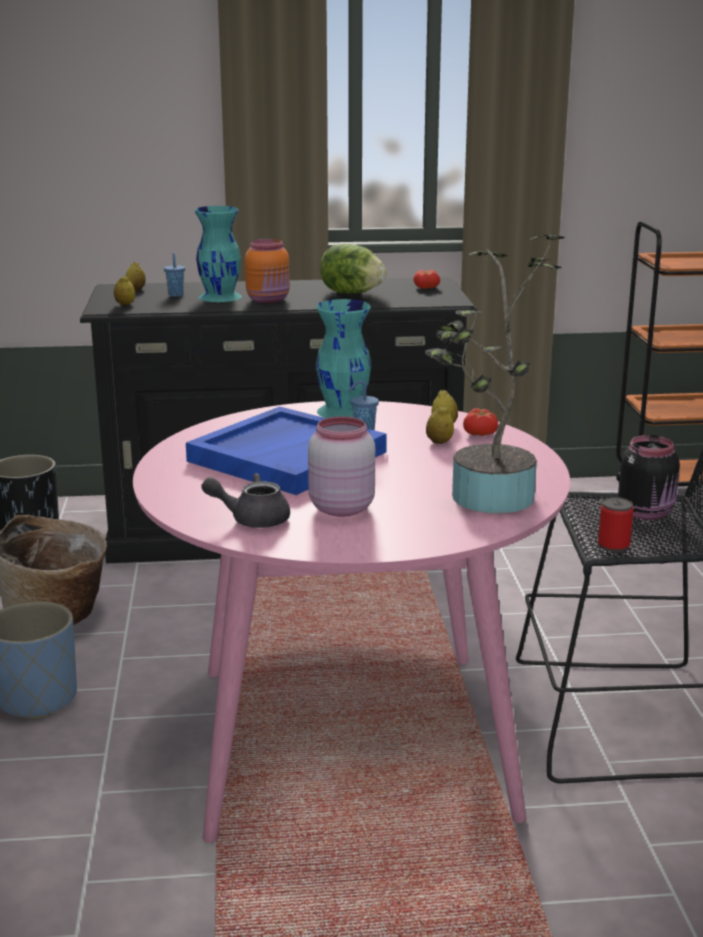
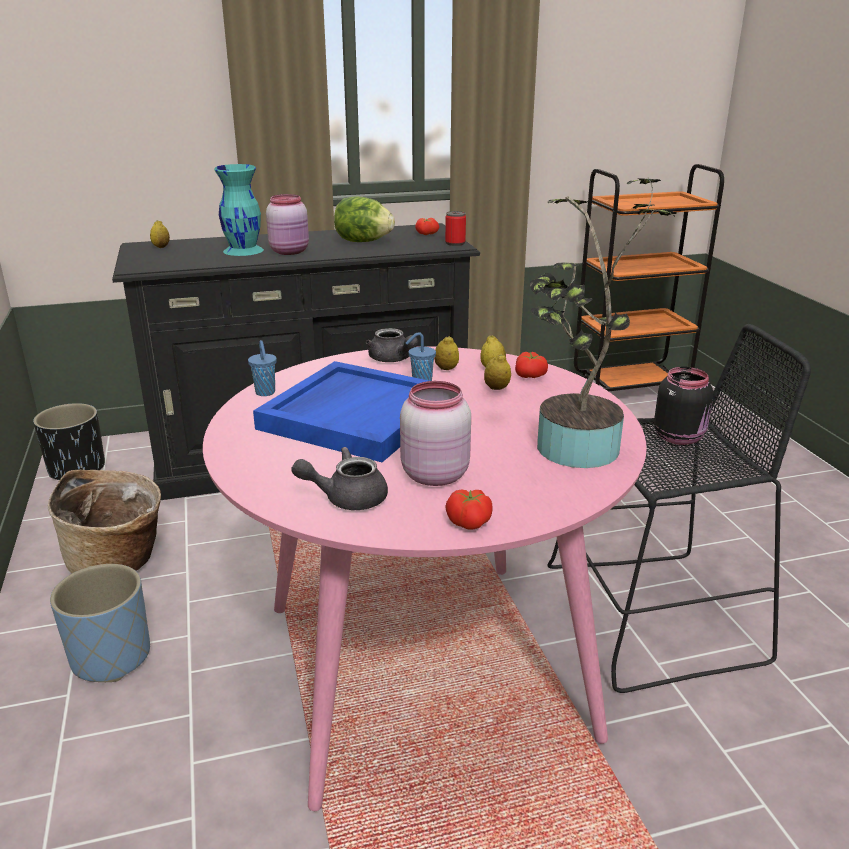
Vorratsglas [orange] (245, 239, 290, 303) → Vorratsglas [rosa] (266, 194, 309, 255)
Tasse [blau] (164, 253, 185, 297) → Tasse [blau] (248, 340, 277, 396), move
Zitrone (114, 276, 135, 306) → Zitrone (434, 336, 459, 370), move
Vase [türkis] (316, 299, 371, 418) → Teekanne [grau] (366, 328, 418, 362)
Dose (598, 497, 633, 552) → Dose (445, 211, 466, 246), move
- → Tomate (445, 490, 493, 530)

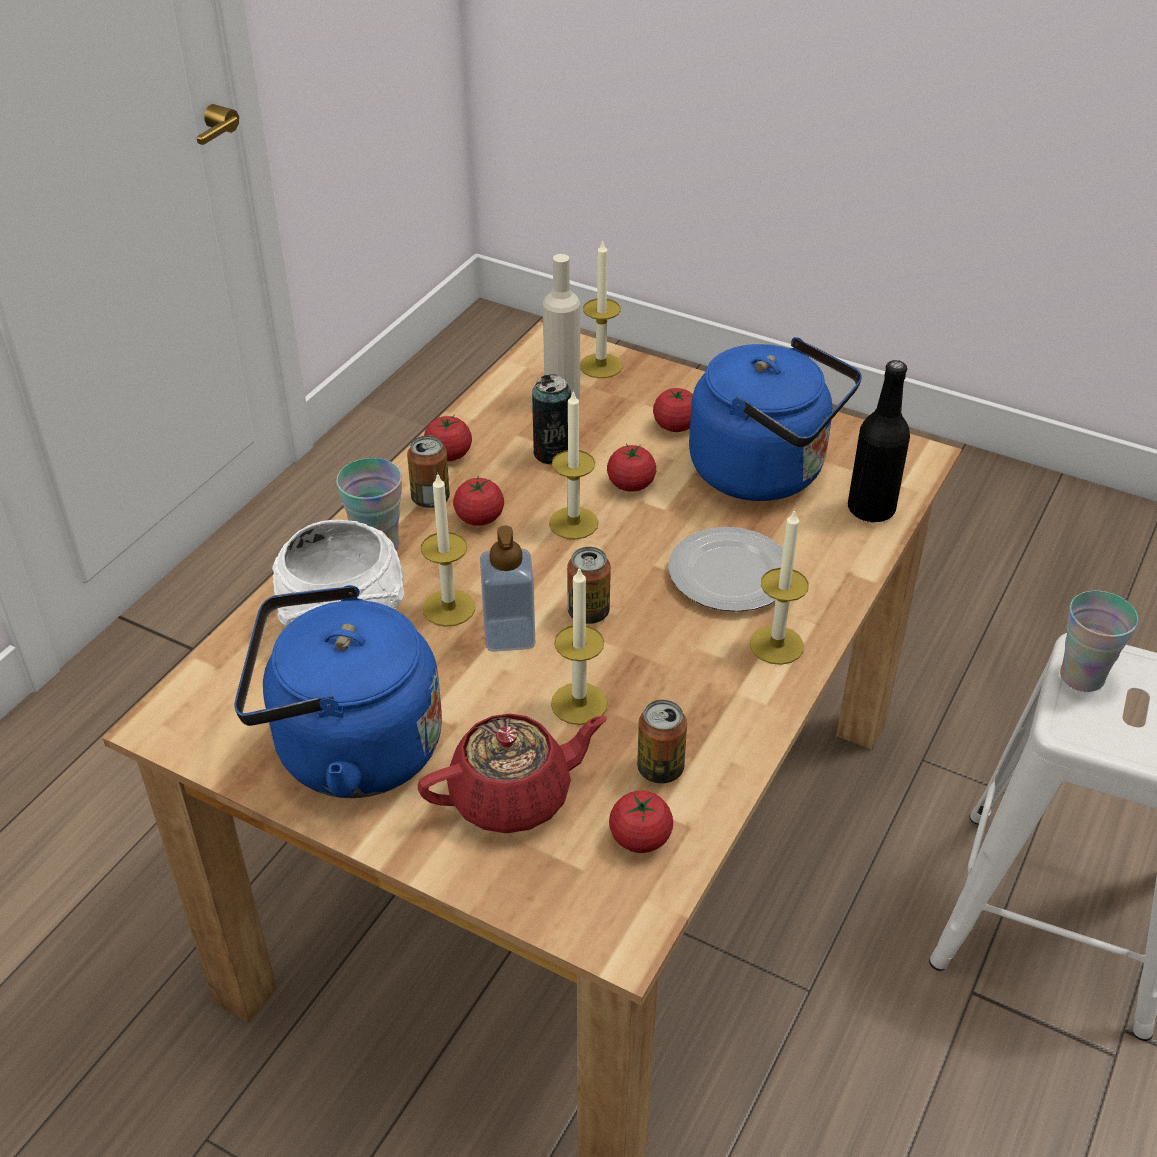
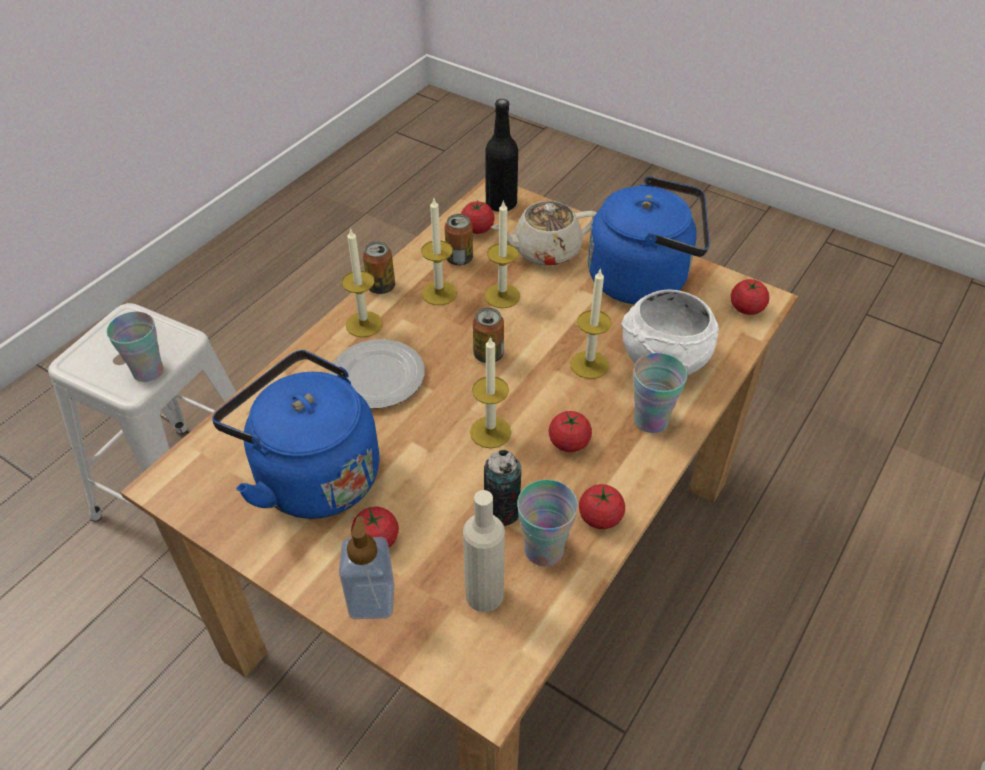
Kerze (580, 239, 623, 378) → Kerze (421, 199, 457, 305), move
Flasche [schwarz] (848, 360, 910, 523) → Flasche [schwarz] (485, 99, 518, 212), move
Dose (407, 436, 450, 508) → Dose (363, 241, 395, 294), move
Tomate (607, 444, 656, 492) → Tomate (731, 279, 769, 315), move
Seifenspender (480, 525, 535, 652) → Seifenspender (339, 516, 394, 619), move
Teekanne [rot] (418, 713, 607, 833) → Teekanne [beige] (491, 201, 596, 266)
- → Tasse (517, 480, 578, 566)

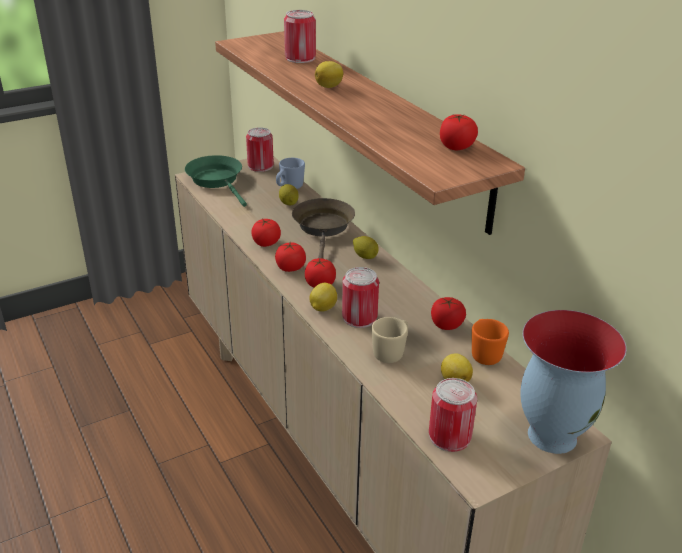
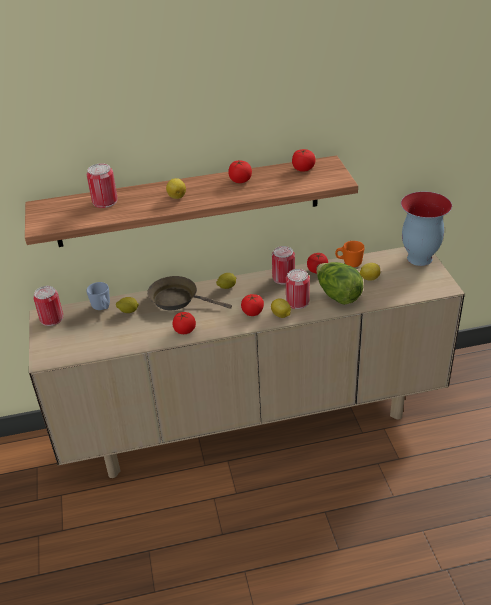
Pfanne [grün] (185, 155, 247, 207) → -
Tomate (275, 243, 306, 272) → Tomate (228, 160, 252, 183), move
Henkelbecher [beige] (371, 317, 408, 363) → Salatkopf (316, 262, 364, 305)
Dose (429, 378, 477, 452) → Dose (272, 246, 295, 285), move

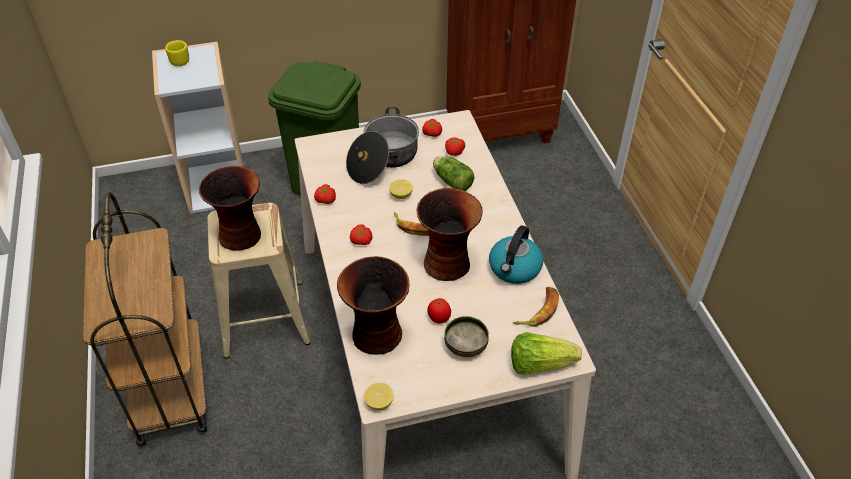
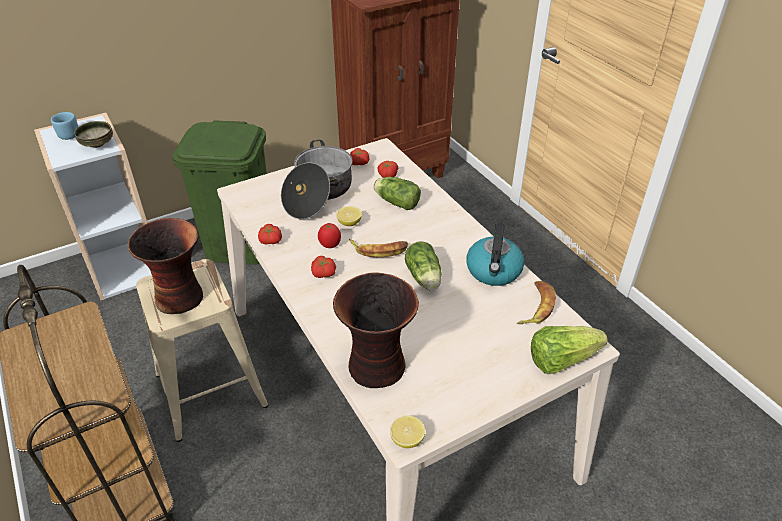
Henkelbecher [gelb] (165, 40, 189, 66) → Henkelbecher [blau] (51, 112, 78, 140)
Vase (417, 188, 483, 281) → Salatkopf (405, 241, 442, 291)
Tomate (427, 298, 451, 323) → Tomate (318, 223, 341, 248), move
Schüssel (444, 316, 489, 357) → Schüssel (74, 121, 113, 148), move

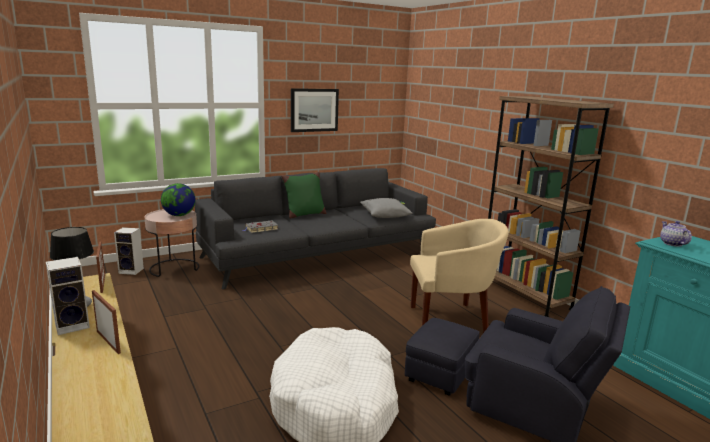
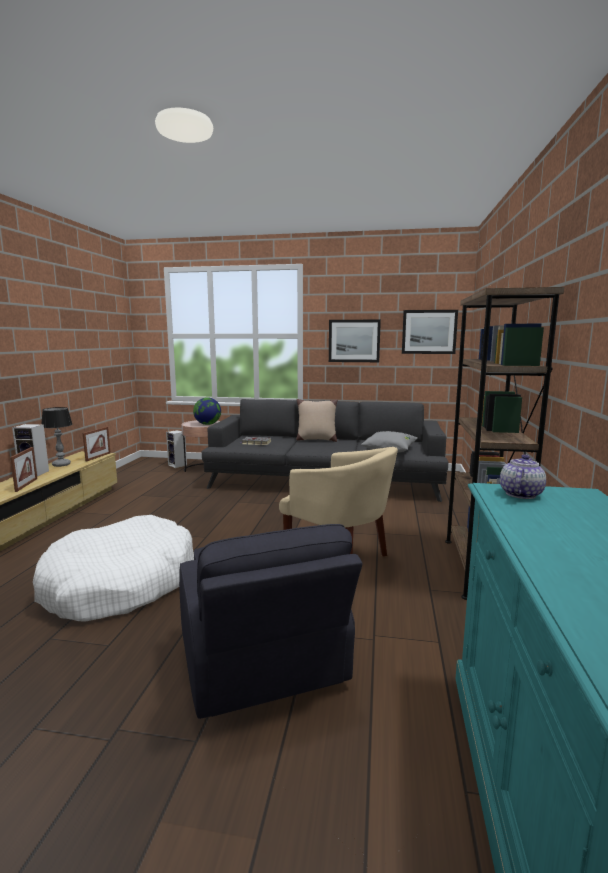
Kissen [grün] (281, 172, 326, 219) → Kissen [beige] (296, 399, 338, 442)
- → Bild (402, 310, 458, 354)

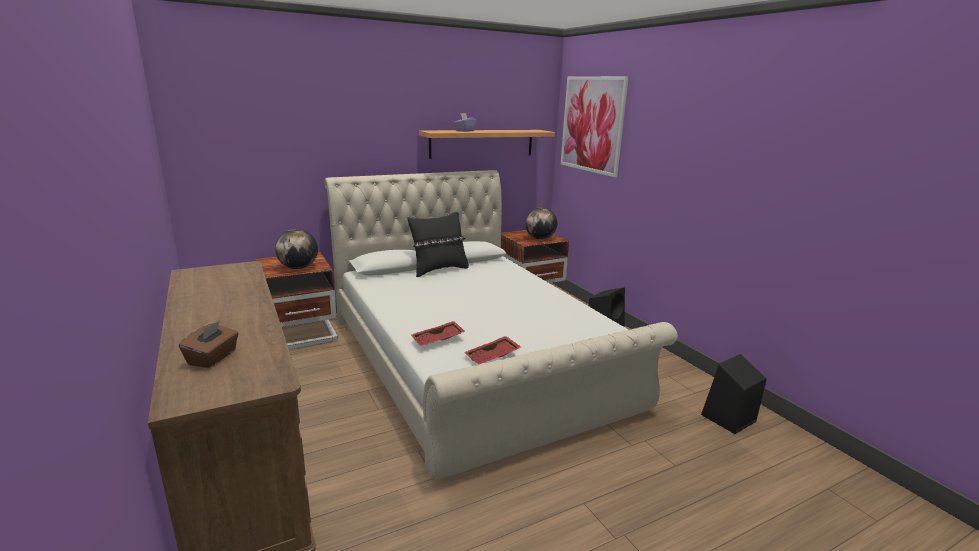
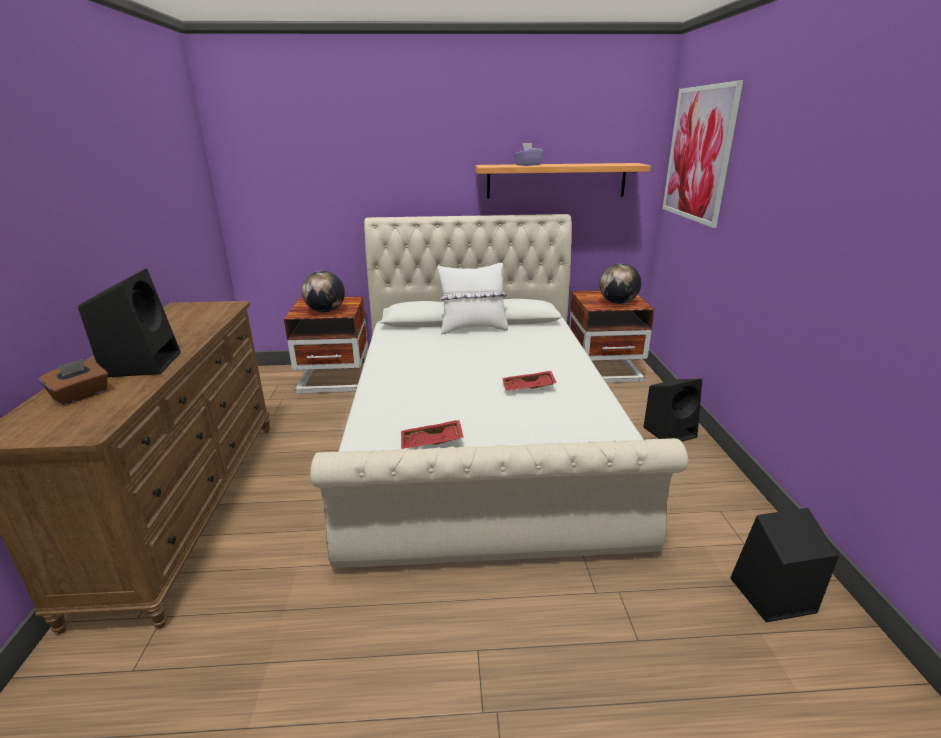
Kissen [schwarz] (408, 212, 469, 277) → Kissen [weiß] (438, 263, 508, 335)
Tablett [rot] (411, 321, 465, 346) → Tablett [rot] (502, 371, 557, 390), move
- → Lautsprecher [schwarz] (78, 268, 181, 377)

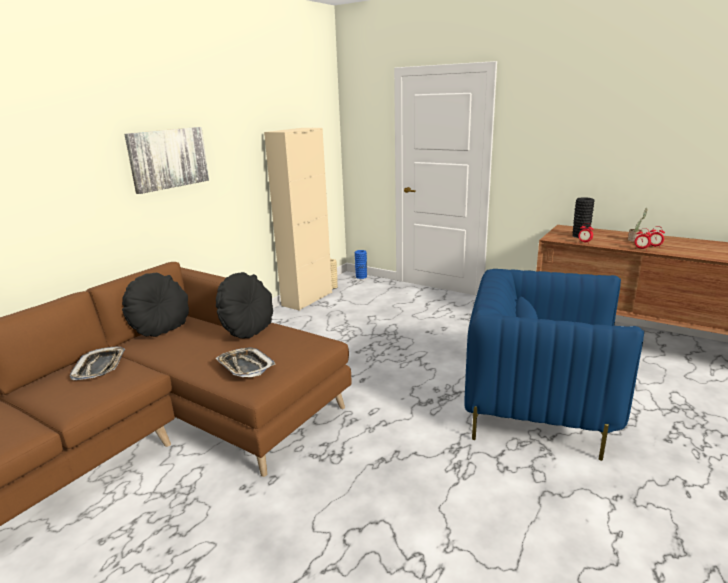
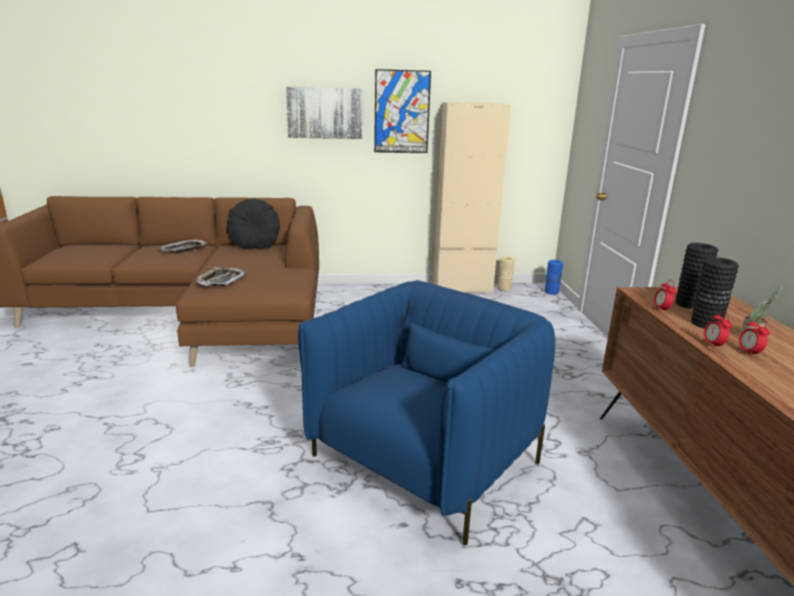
Sessel [blau] (464, 269, 644, 461) → Sessel [blau] (298, 280, 555, 545), 60 degrees clockwise
Kissen [schwarz] (216, 272, 273, 339) → -
- → Bild (374, 69, 431, 153)
- → Vase [schwarz] (691, 257, 739, 329)

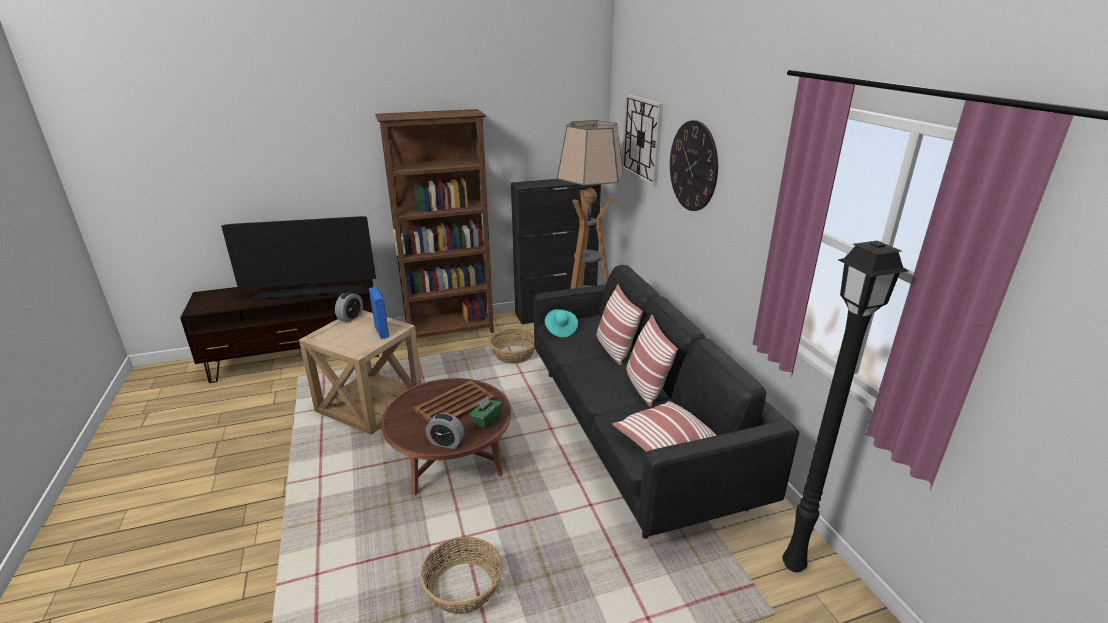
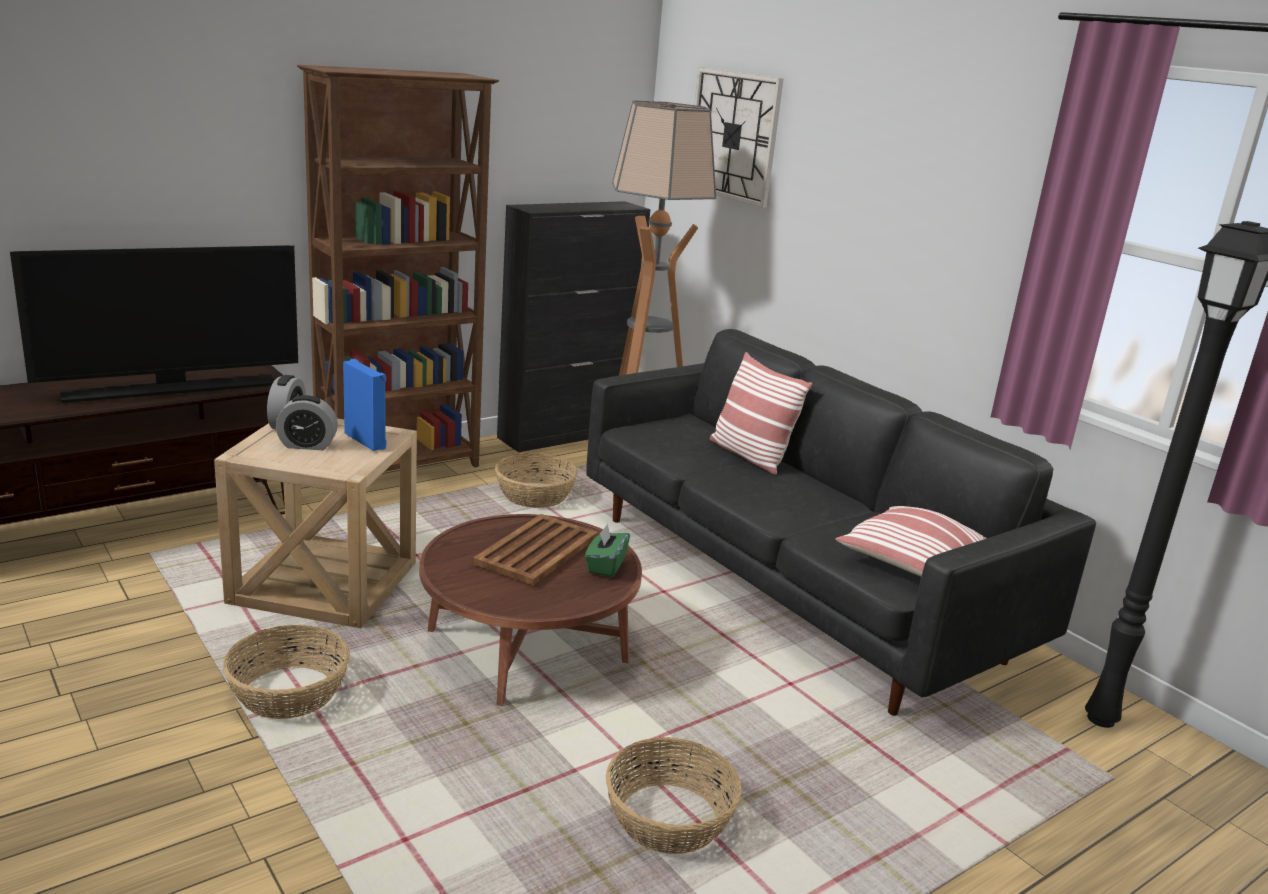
Wanduhr (670, 120, 718, 211) → -
Hut [türkis] (545, 309, 578, 338) → -
Kissen (626, 315, 678, 407) → -
Wecker (426, 413, 465, 449) → Wecker (276, 395, 338, 450), move
- → Korb (223, 625, 350, 719)

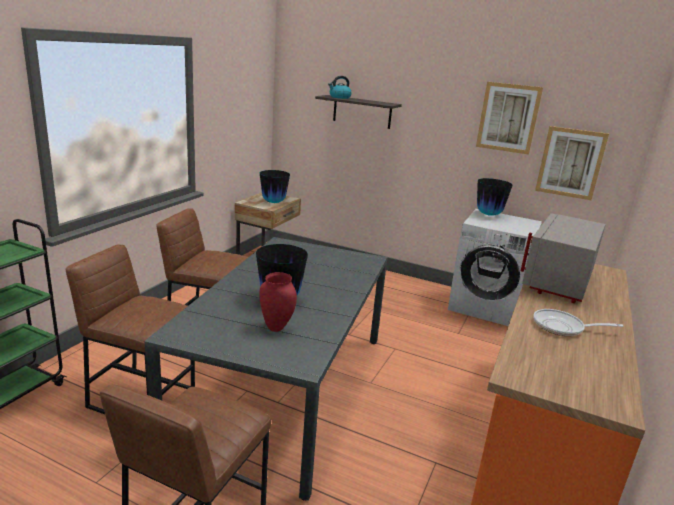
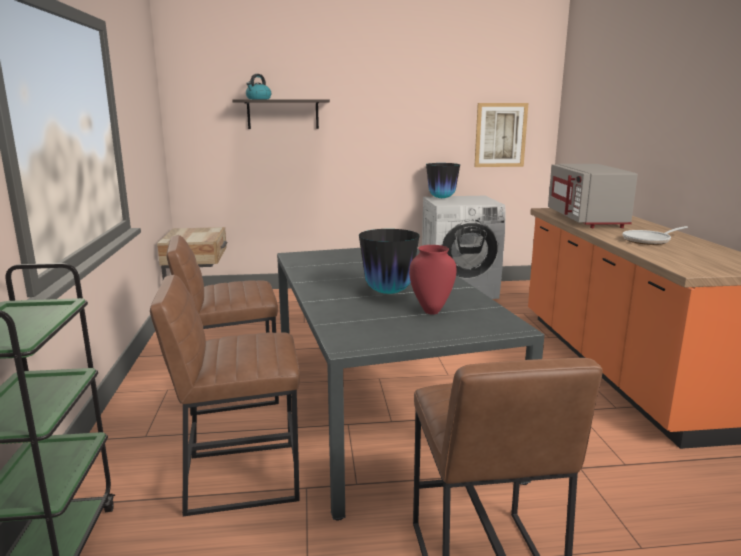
Bild (476, 82, 543, 155) → -
Vase (260, 170, 290, 203) → -

